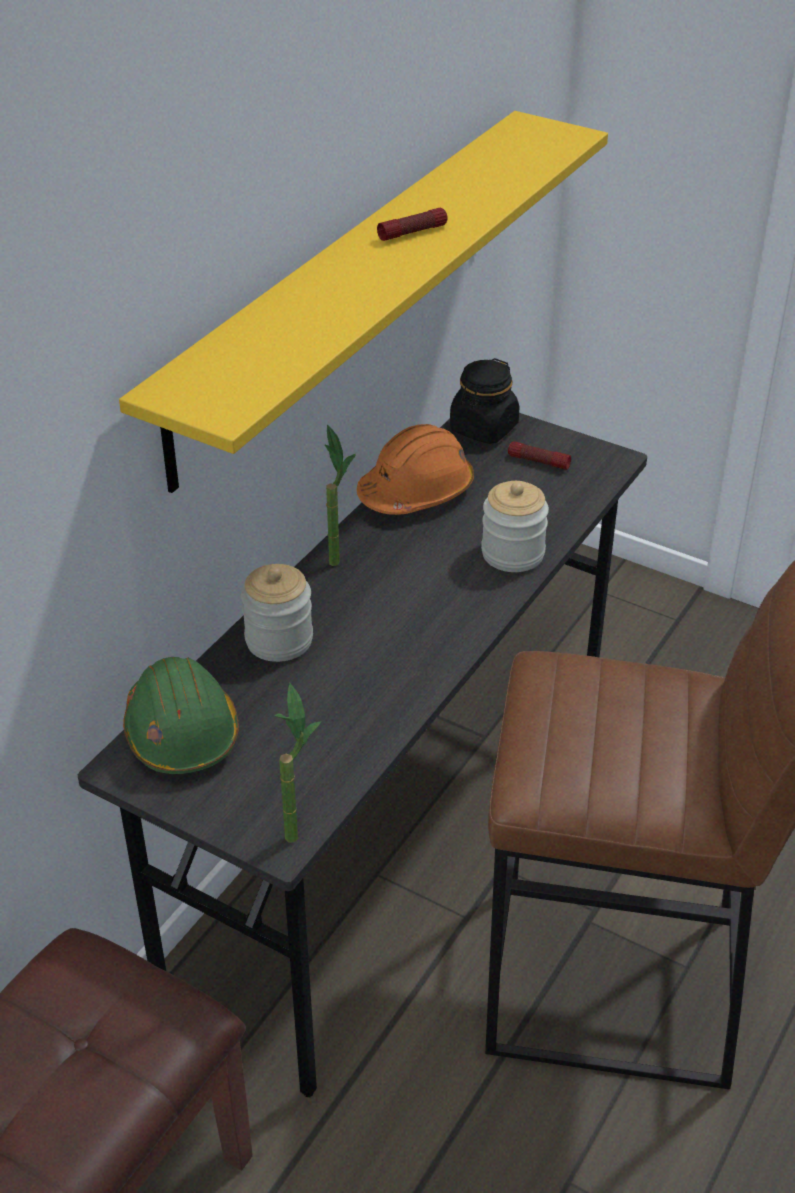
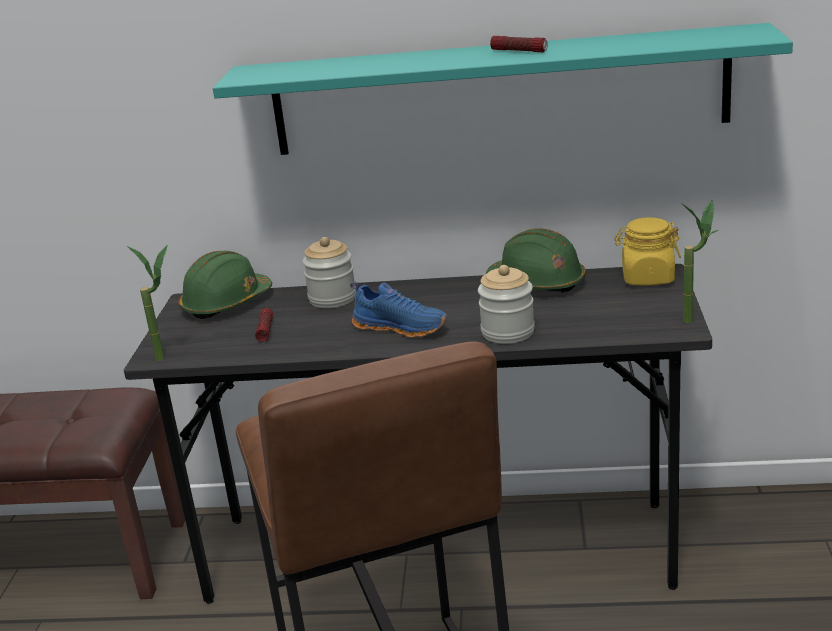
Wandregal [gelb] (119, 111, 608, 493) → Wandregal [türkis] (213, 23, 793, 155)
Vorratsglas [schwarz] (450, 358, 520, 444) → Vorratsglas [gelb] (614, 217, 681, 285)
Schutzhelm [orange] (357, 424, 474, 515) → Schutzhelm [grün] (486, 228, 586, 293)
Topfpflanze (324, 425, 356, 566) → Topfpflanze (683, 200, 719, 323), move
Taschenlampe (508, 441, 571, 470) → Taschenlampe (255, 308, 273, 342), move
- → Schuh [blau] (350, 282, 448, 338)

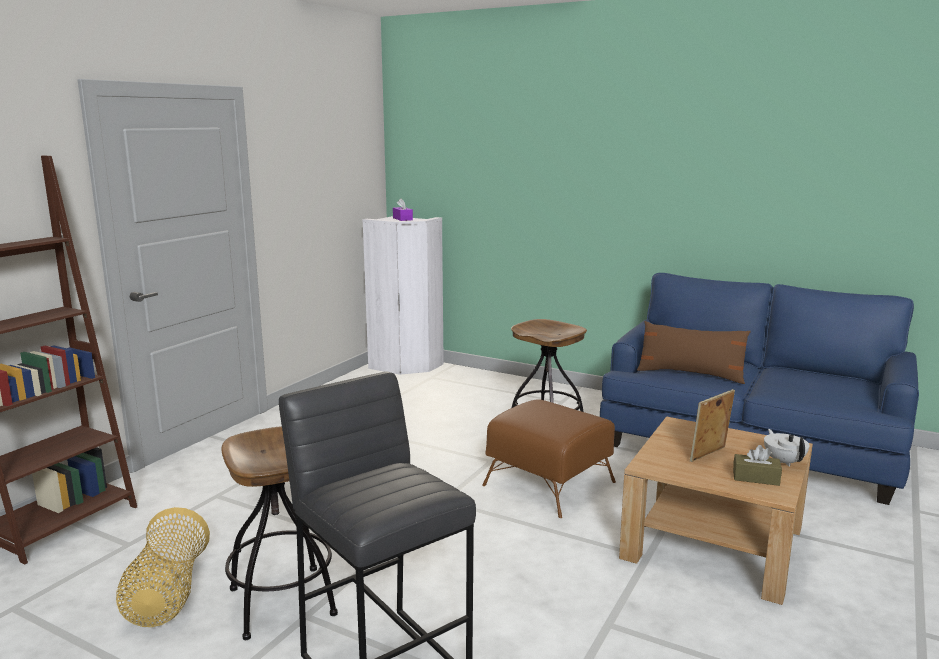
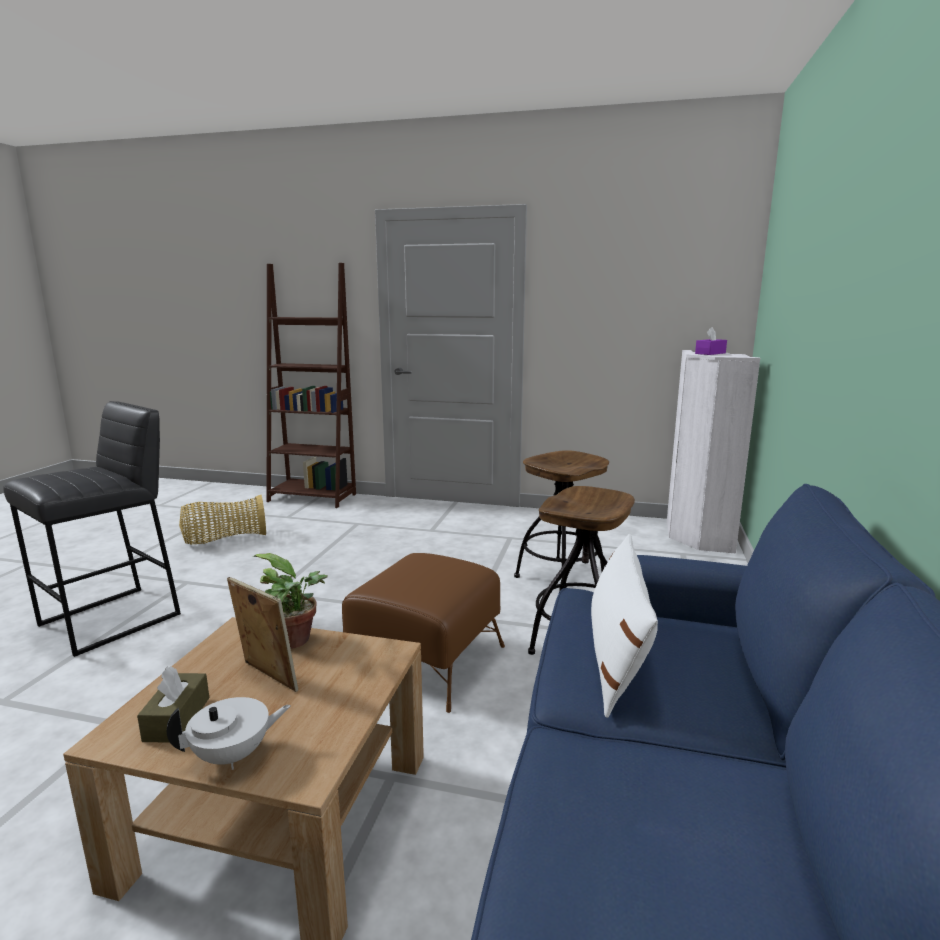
Kissen [braun] (637, 321, 751, 384) → Kissen [weiß] (591, 534, 658, 718)
Hocker [braun] (221, 426, 338, 640) → Hocker [braun] (514, 450, 609, 579), move
- → Topfpflanze (253, 553, 328, 649)

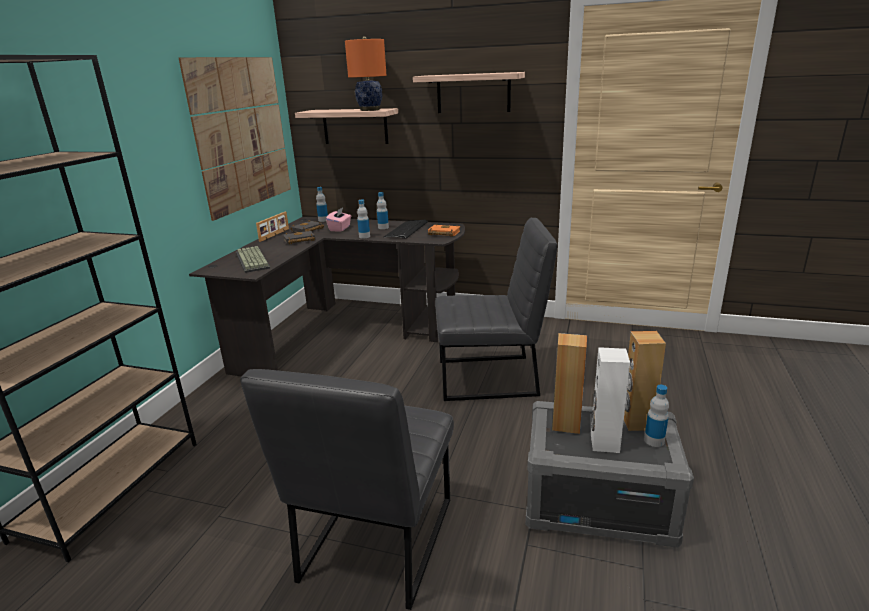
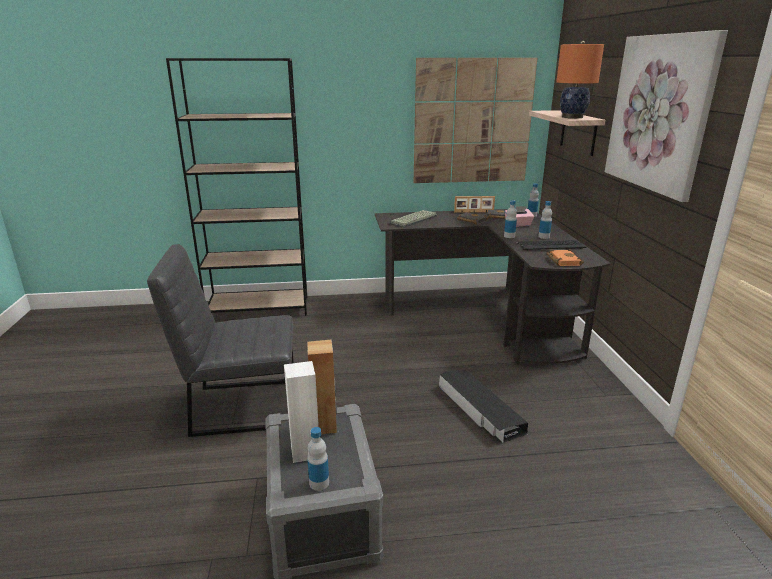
Wandregal (413, 72, 525, 113) → Bild (605, 30, 728, 202)
Stuhl [grau] (435, 218, 558, 401) → Aufbewahrungsbox [schwarz] (439, 369, 528, 443)
Lautsprecher [braun] (624, 331, 666, 431) → -

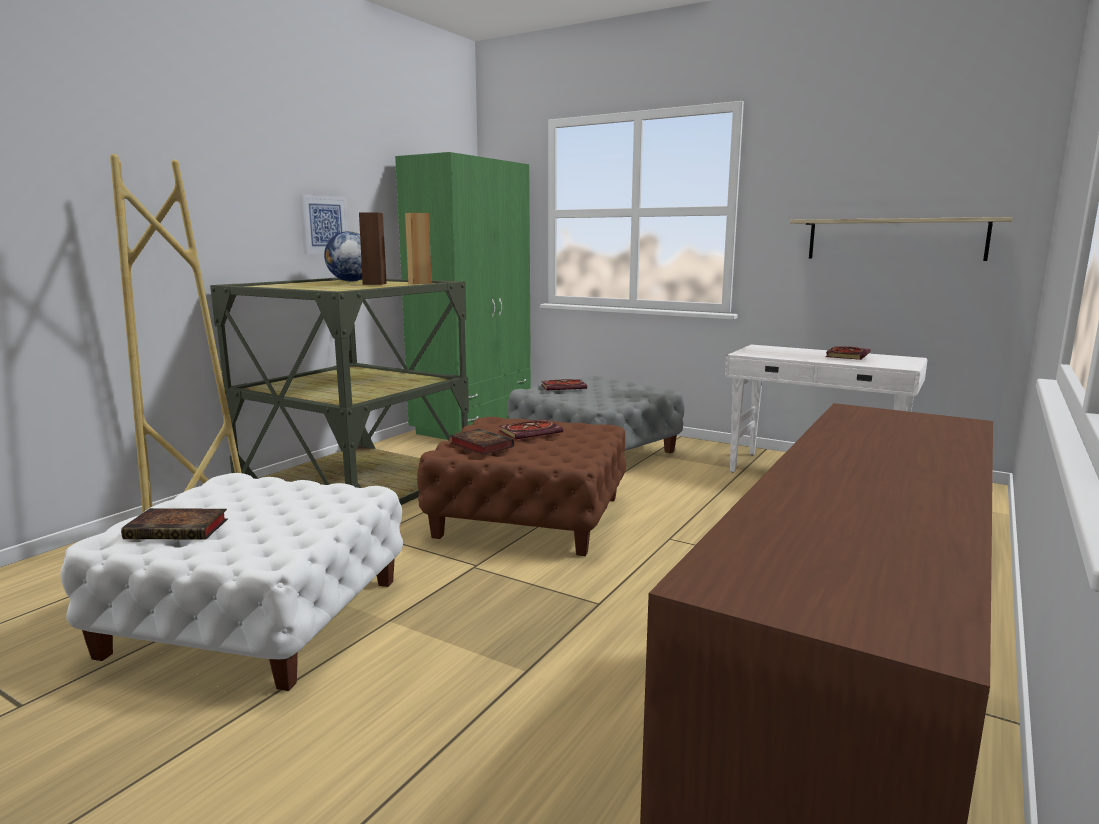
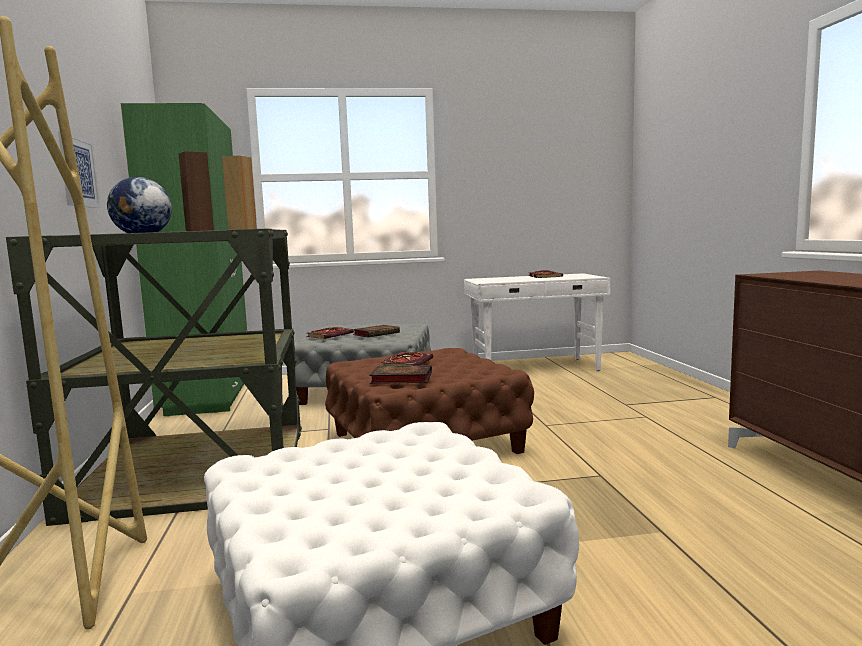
Wandregal (790, 217, 1013, 261) → -
Buch (121, 508, 228, 540) → Buch (353, 325, 400, 337), move

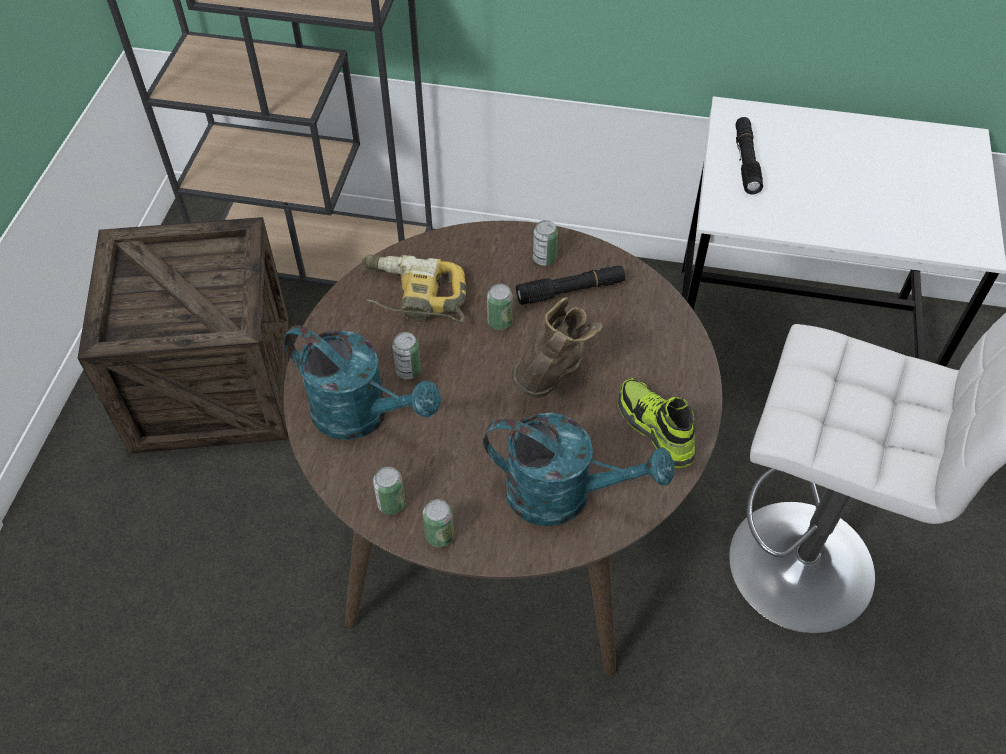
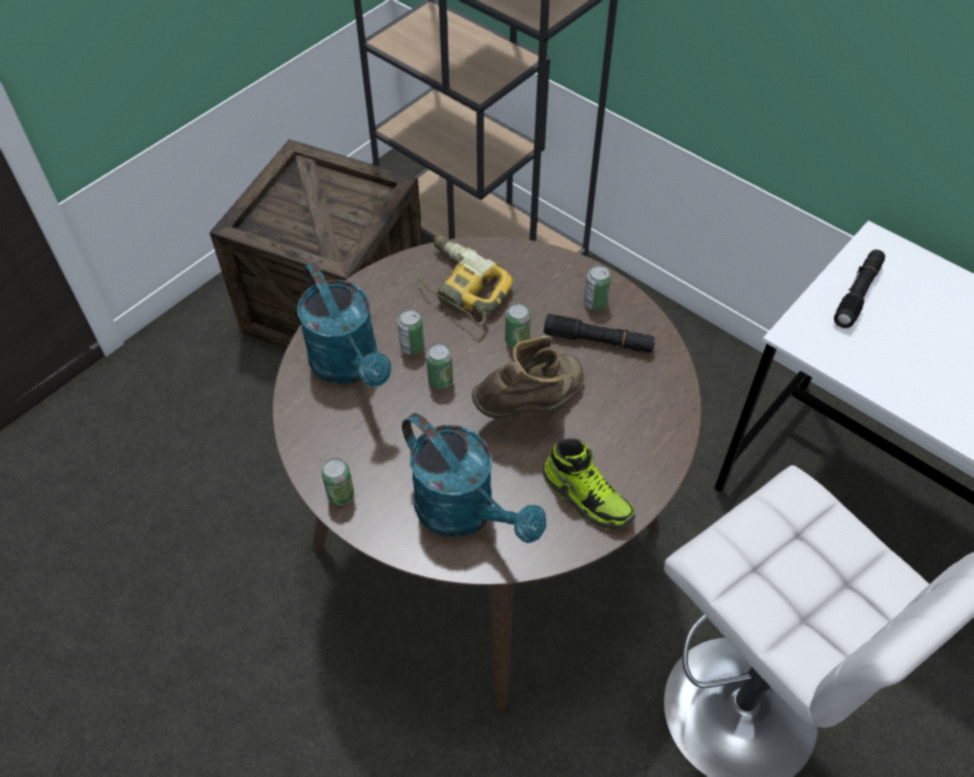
Schuh (618, 378, 696, 468) → Schuh (543, 438, 635, 529), 135 degrees clockwise
Dose (373, 466, 405, 515) → Dose (426, 343, 453, 389), move

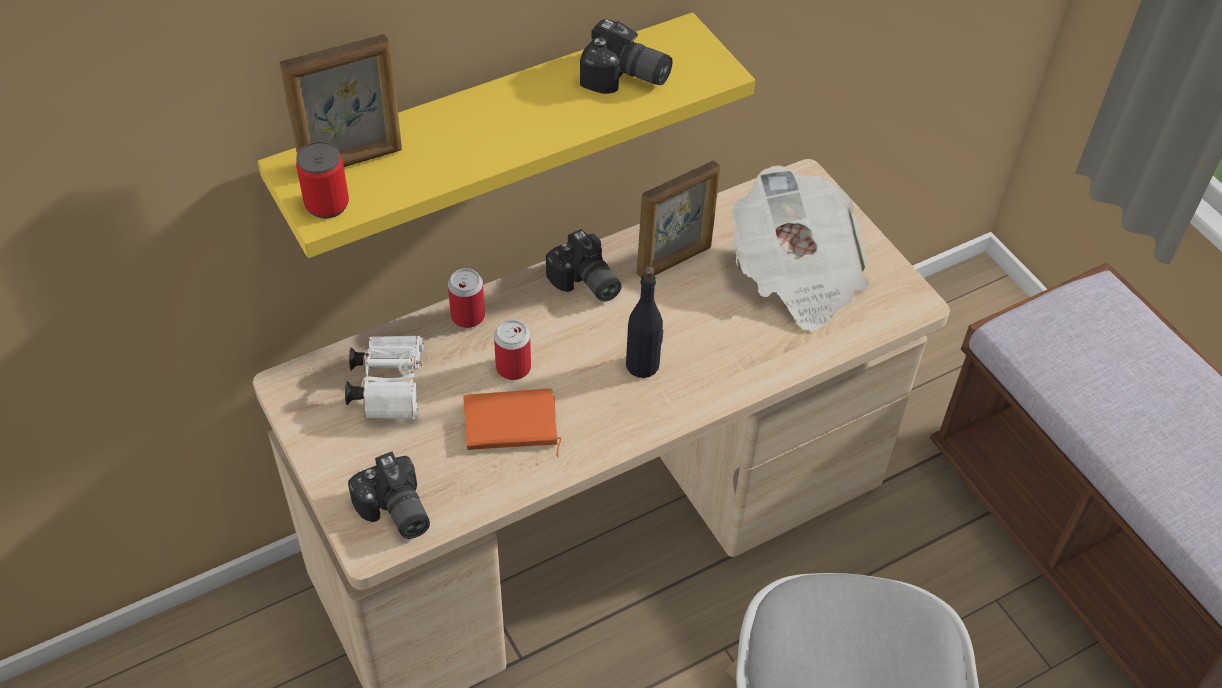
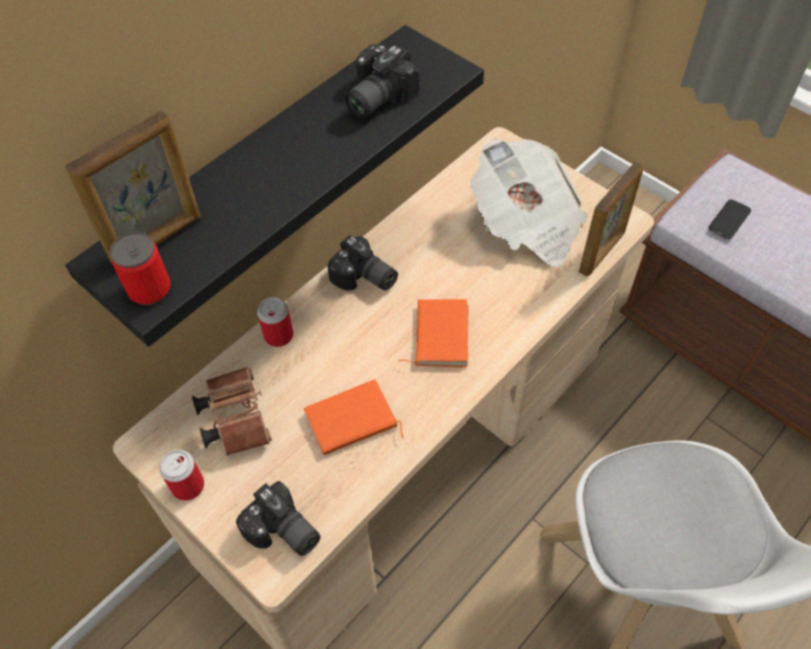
Wandregal [gelb] (257, 12, 755, 258) → Wandregal [schwarz] (65, 25, 484, 347)
Kamera (580, 19, 673, 94) → Kamera (345, 44, 419, 118), 120 degrees clockwise
Bilderrahmen (637, 160, 720, 278) → Bilderrahmen (579, 161, 643, 276), move
Flasche [schwarz] (626, 266, 663, 378) → Buch [orange] (399, 299, 469, 368)
Dose (494, 320, 531, 380) → Dose (159, 450, 204, 501), move
Fernglas [weiß] (345, 335, 424, 420) → Fernglas [braun] (192, 367, 272, 456)
- → Handy (708, 199, 751, 240)

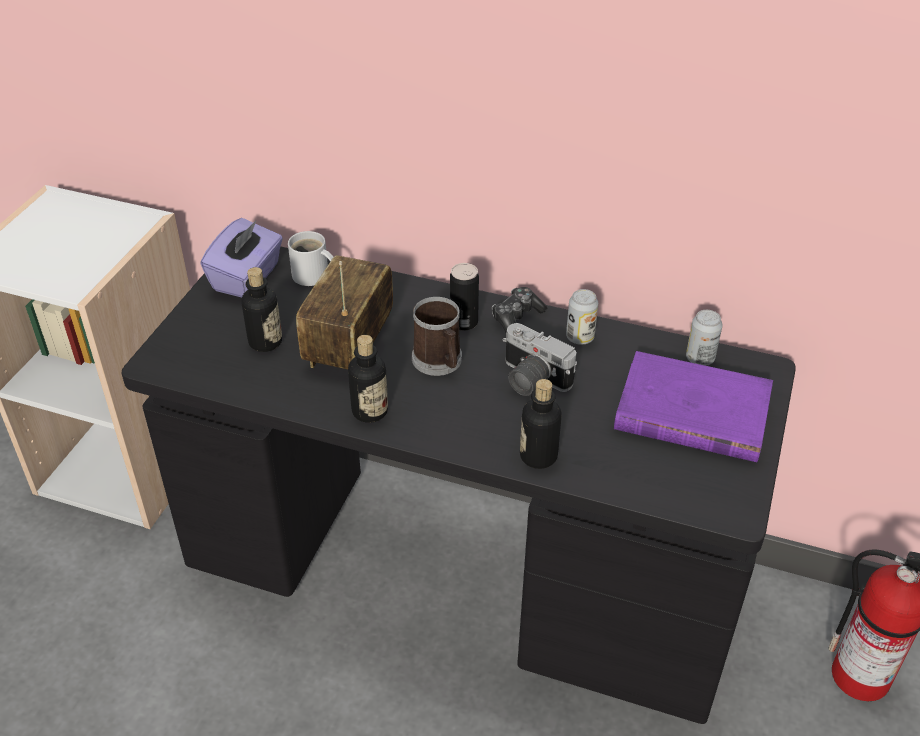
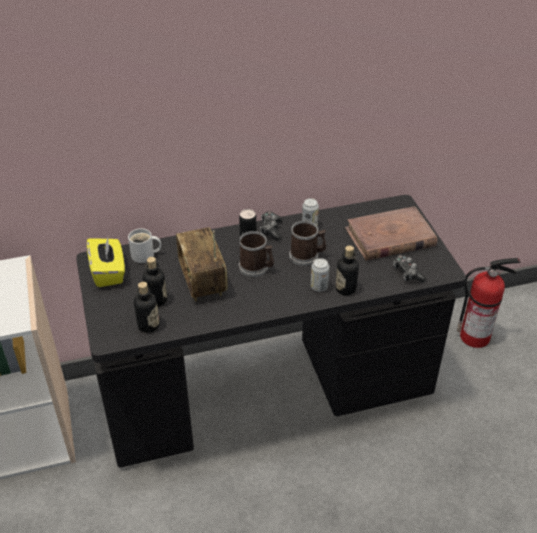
Taschentuchbox [lila] (200, 218, 283, 297) → Taschentuchbox [gelb] (87, 238, 125, 287)
Dose (686, 310, 723, 366) → Dose (311, 258, 329, 292), move
Kamera (502, 323, 577, 396) → Henkelbecher (289, 221, 326, 266)
Flasche (348, 335, 388, 423) → Flasche (134, 282, 160, 333), move
Buch [lila] (614, 351, 773, 462) → Buch [braun] (345, 206, 437, 261)
- → Gamepad (393, 255, 426, 283)

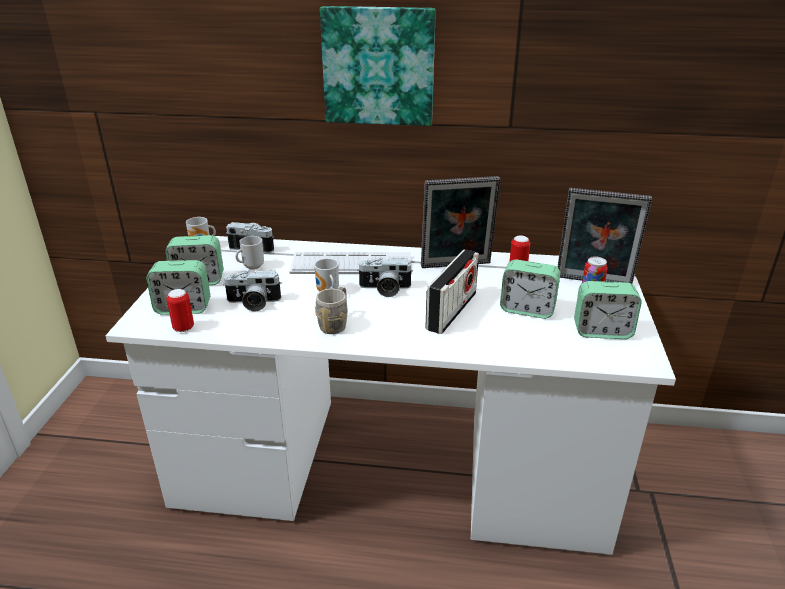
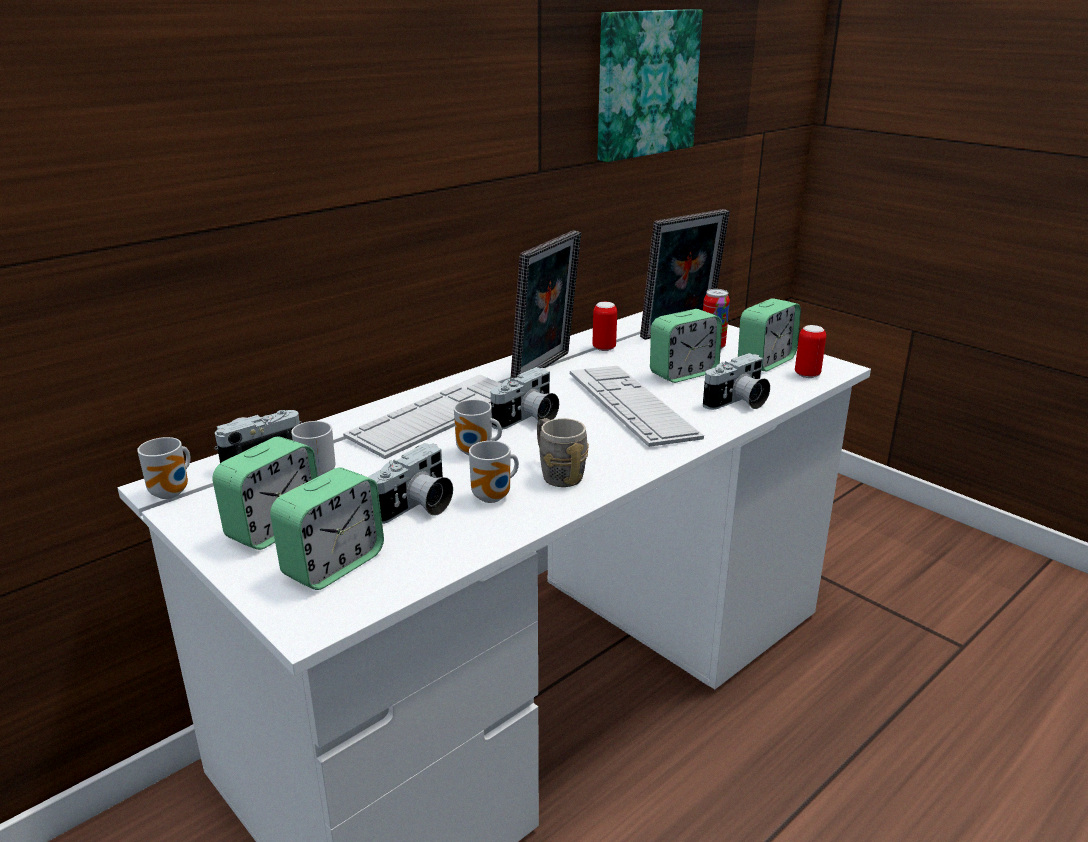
Bild (320, 6, 436, 126) → Bild (598, 9, 703, 162), move
Radio (425, 250, 479, 334) → Tastatur (570, 366, 704, 447)
Dose (167, 289, 194, 332) → Dose (795, 325, 826, 378), move
- → Kamera (703, 353, 770, 410)
- → Henkelbecher (469, 441, 519, 503)

